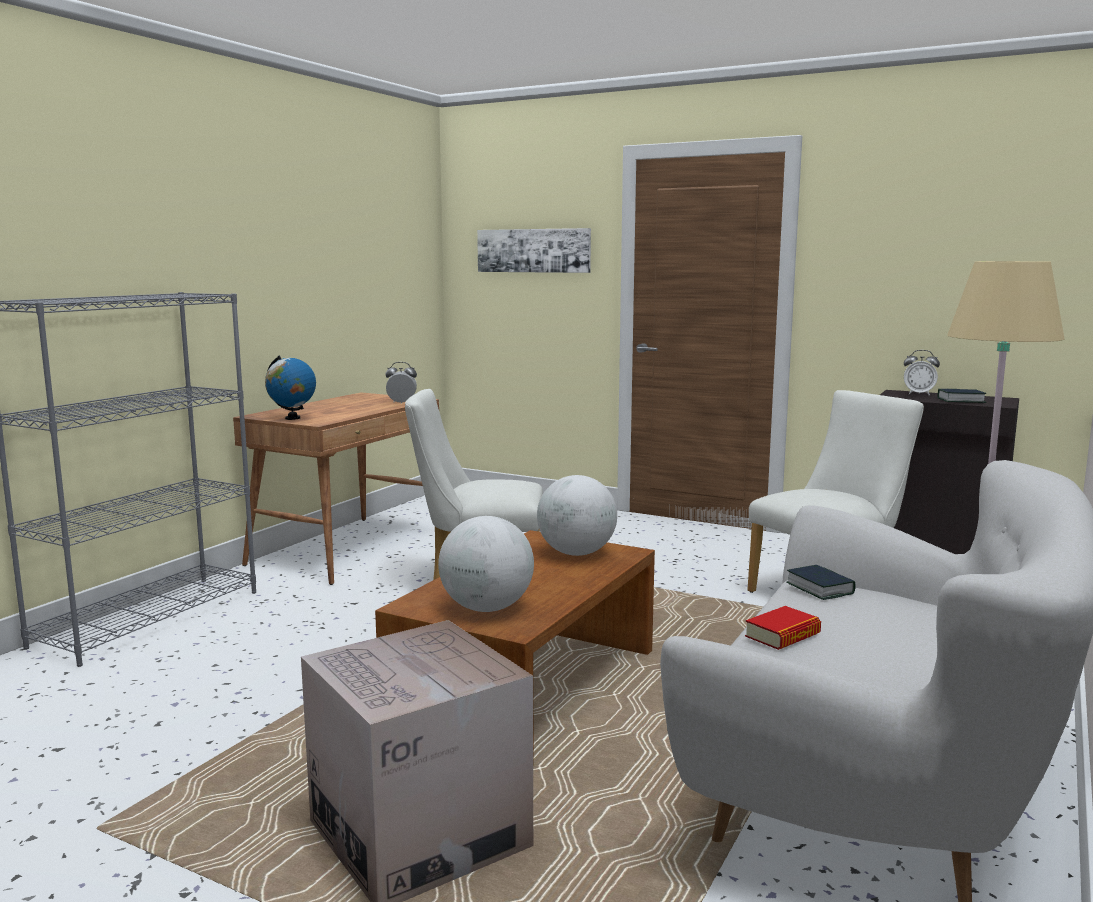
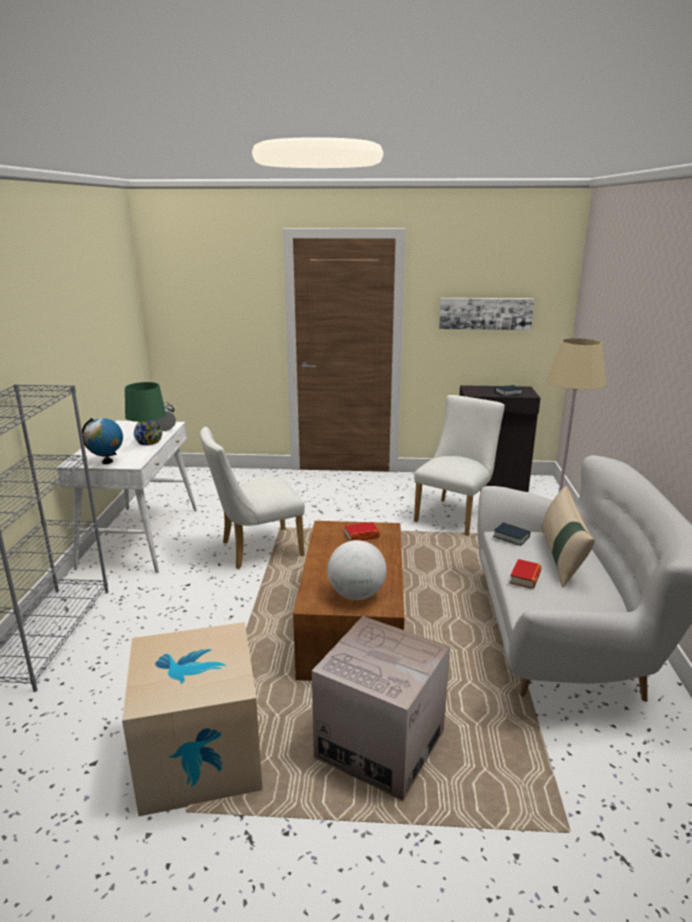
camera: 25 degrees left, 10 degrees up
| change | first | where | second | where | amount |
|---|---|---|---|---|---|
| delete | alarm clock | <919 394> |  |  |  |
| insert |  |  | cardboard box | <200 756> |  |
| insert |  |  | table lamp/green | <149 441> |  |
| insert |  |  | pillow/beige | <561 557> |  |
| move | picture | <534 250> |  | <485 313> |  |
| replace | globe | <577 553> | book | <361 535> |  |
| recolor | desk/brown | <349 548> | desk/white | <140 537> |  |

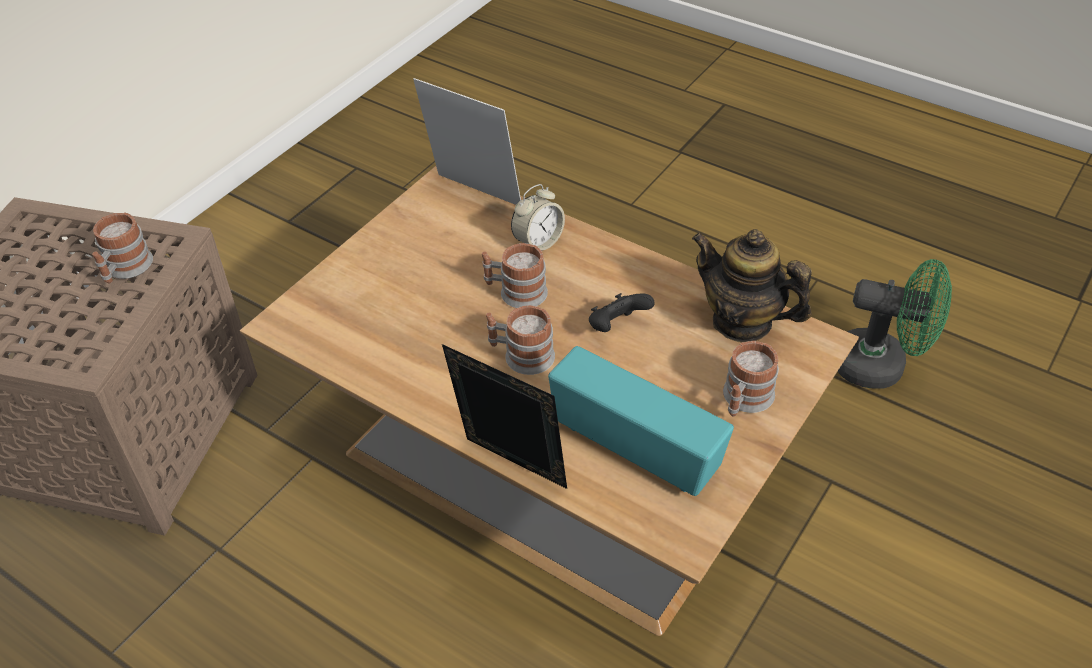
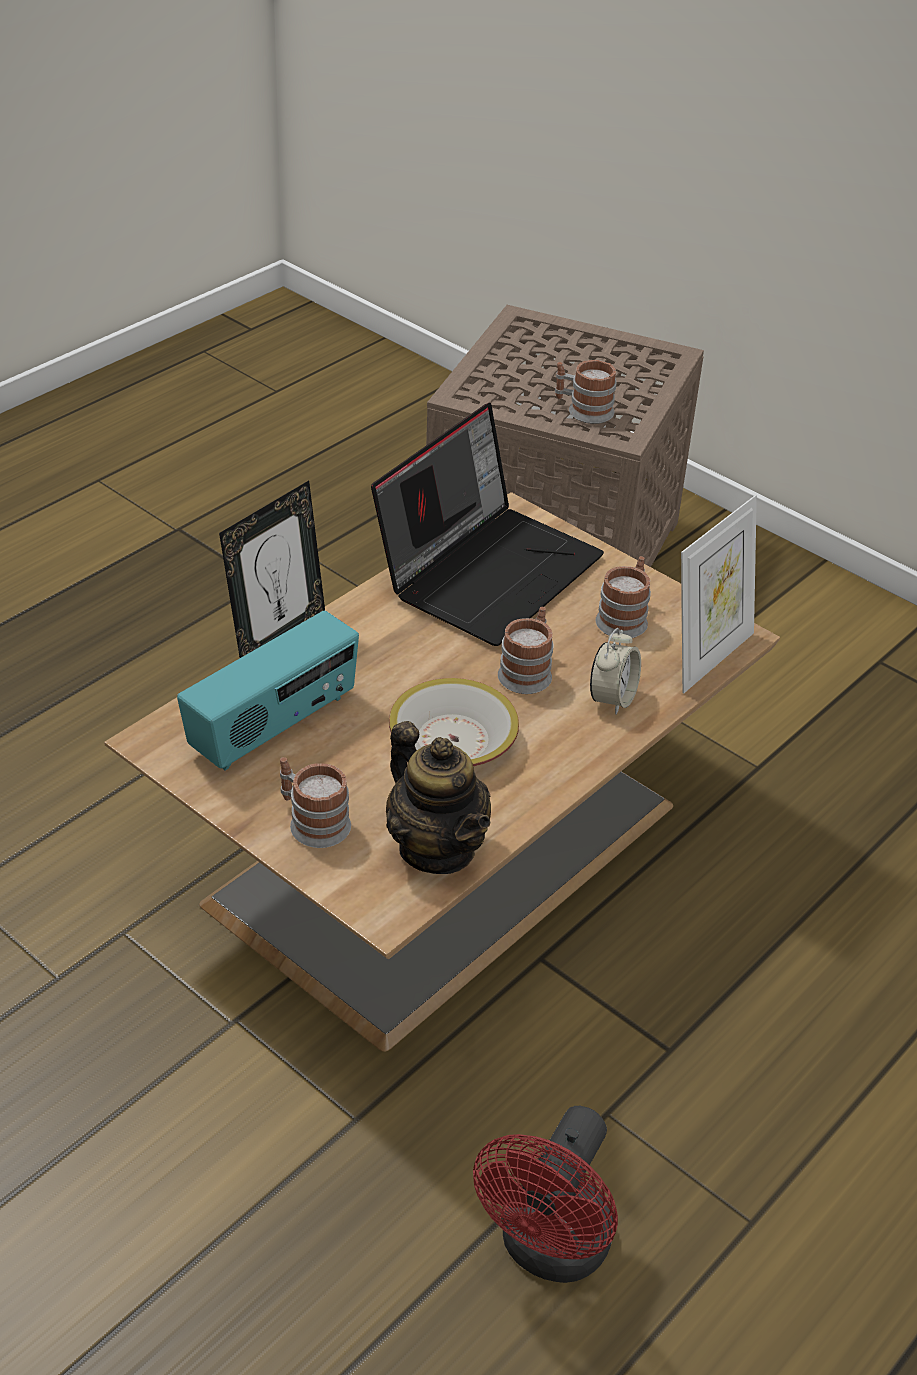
camera: 95 degrees right, 5 degrees down
| change | first | where | second | where | amount |
|---|---|---|---|---|---|
| insert |  |  | laptop | <488 570> |  |
| move | mug | <521 355> |  | <624 618> |  |
| replace | game controller/black | <617 327> | bowl | <454 741> |  |
| recolor | fan/green | <881 366> | fan/red | <549 1250> |  |
| rotate | alarm clock | <538 242> |  | <612 698> | 120 degrees counterclockwise |
| rotate | teapot | <742 322> |  | <437 848> | 105 degrees clockwise |

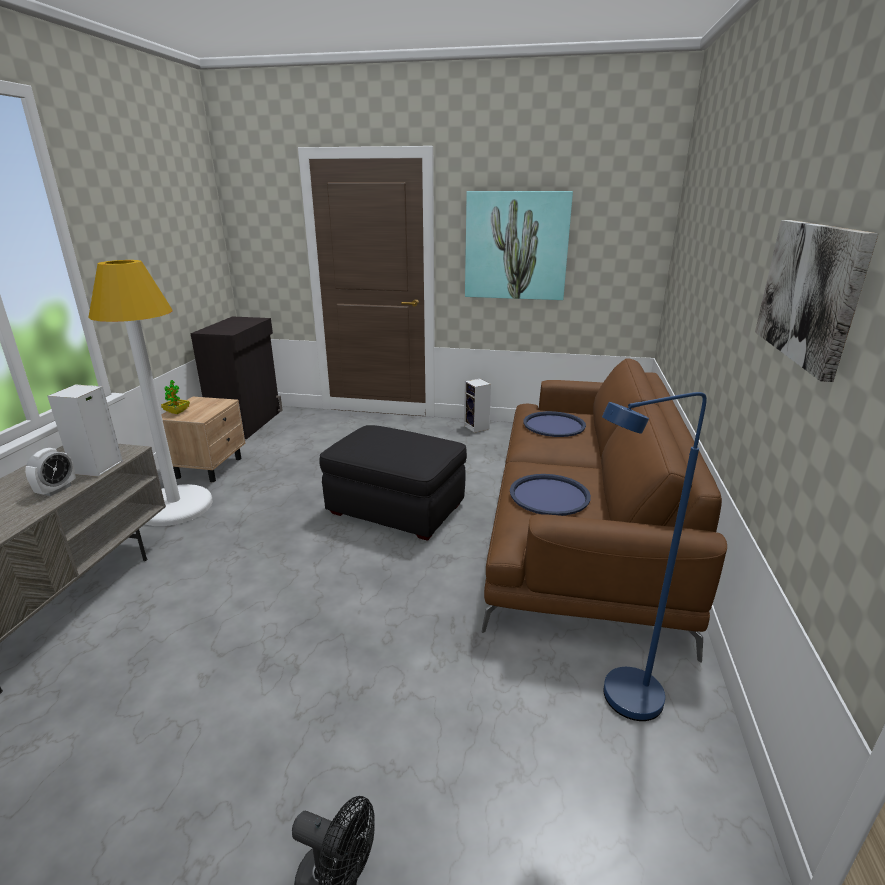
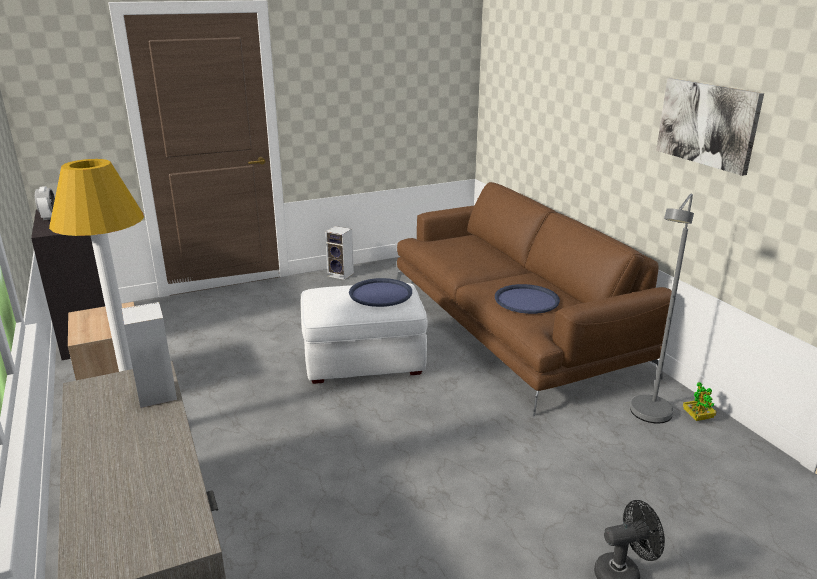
camera: 35 degrees left, 0 degrees up
| change | first | where | second | where | amount |
|---|---|---|---|---|---|
| delete | picture | <516 246> |  |  |  |
| move | alarm clock | <56 489> |  | <49 217> |  |
| move | potted plant | <177 412> |  | <697 417> |  |
| move | tray/blue | <554 425> |  | <380 293> |  |
| recolor | ottoman/black | <395 509> | ottoman/white | <362 361> |  |
| recolor | floor lamp/blue | <619 702> | floor lamp/grey | <648 417> |  |

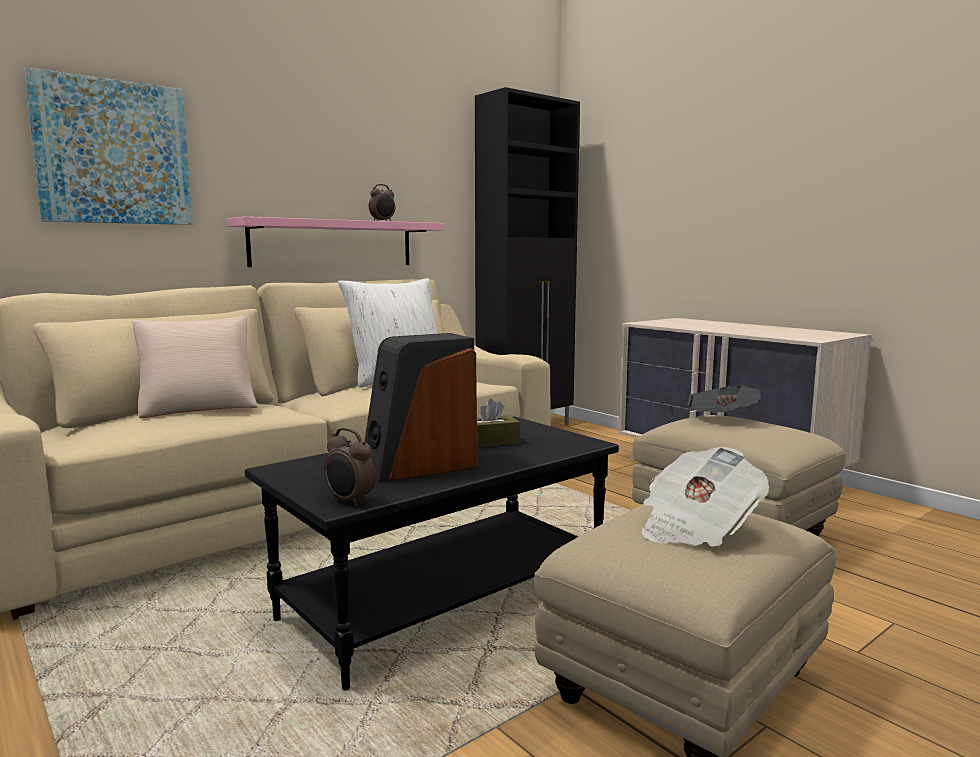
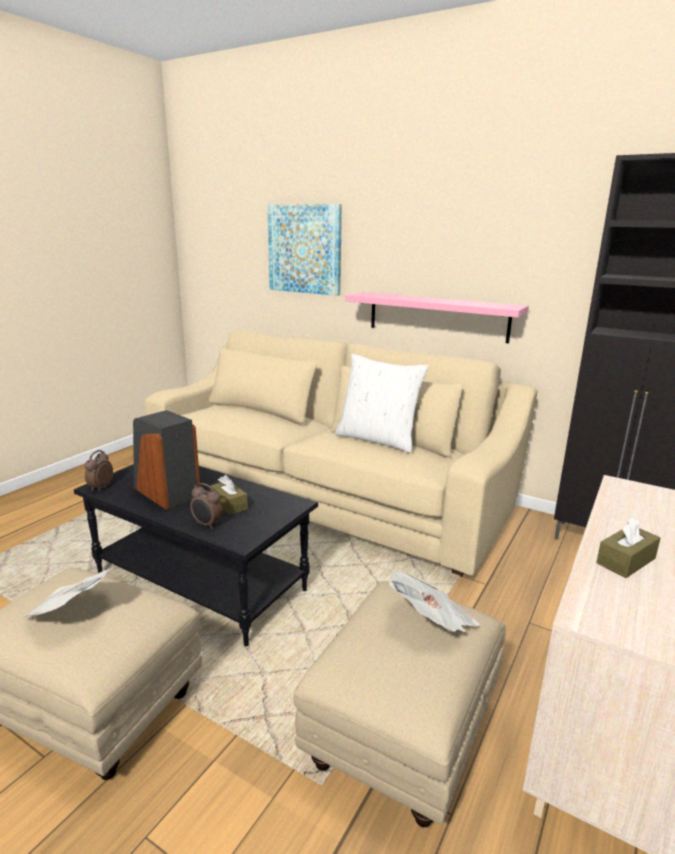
camera: 70 degrees right, 10 degrees up
| change | first | where | second | where | amount |
|---|---|---|---|---|---|
| delete | pillow/beige | <199 406> |  |  |  |
| insert |  |  | tissue box/brown | <625 561> |  |
| move | alarm clock | <383 221> |  | <207 524> |  |

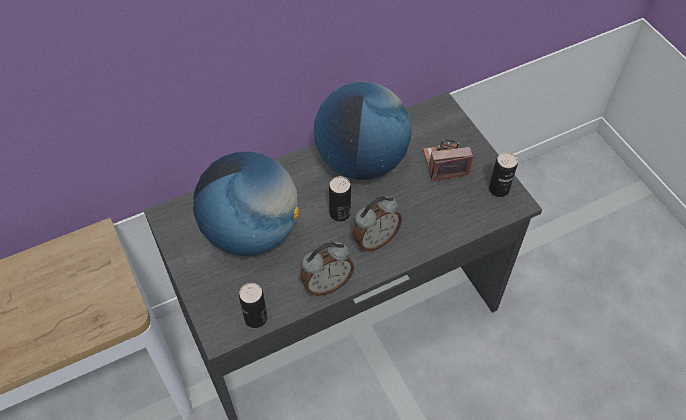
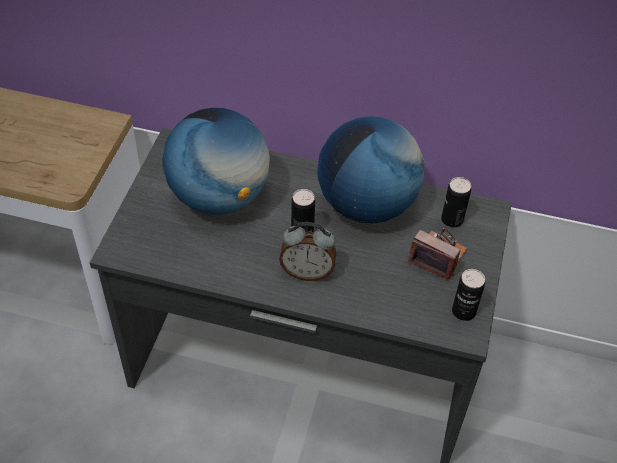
camera: 40 degrees right, 5 degrees down
| change | first | where | second | where | amount |
|---|---|---|---|---|---|
| delete | alarm clock | <326 284> |  |  |  |
| move | can | <256 318> |  | <452 219> |  |

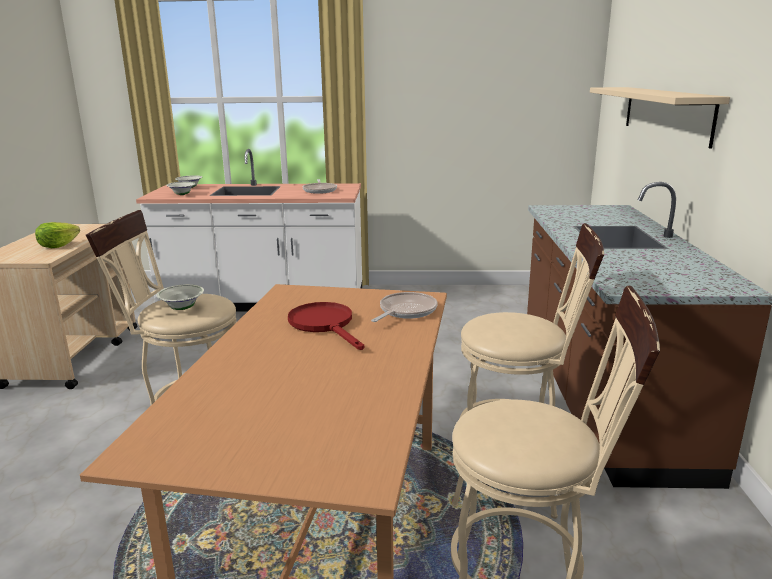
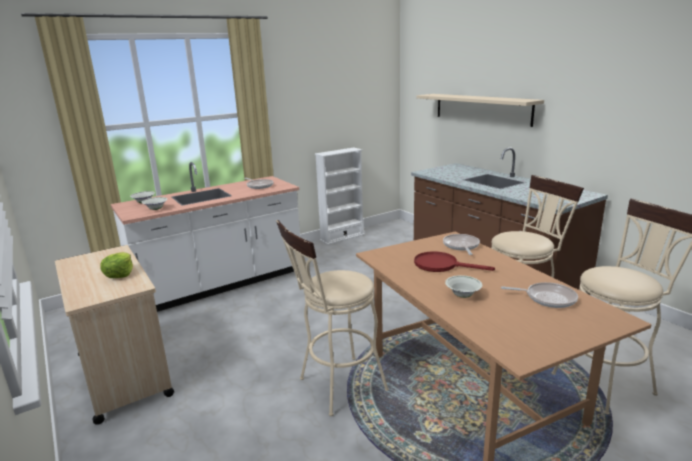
camera: 35 degrees left, 0 degrees up
| change | first | where | second | where | amount |
|---|---|---|---|---|---|
| insert |  |  | bookcase/white | <342 237> |  |
| insert |  |  | frying pan | <547 298> |  |
| move | bowl/white | <182 308> |  | <462 295> |  |

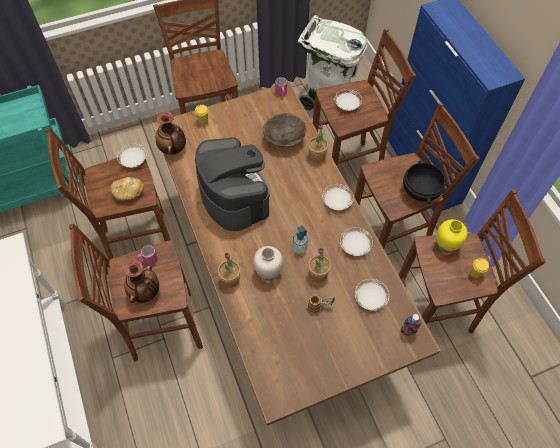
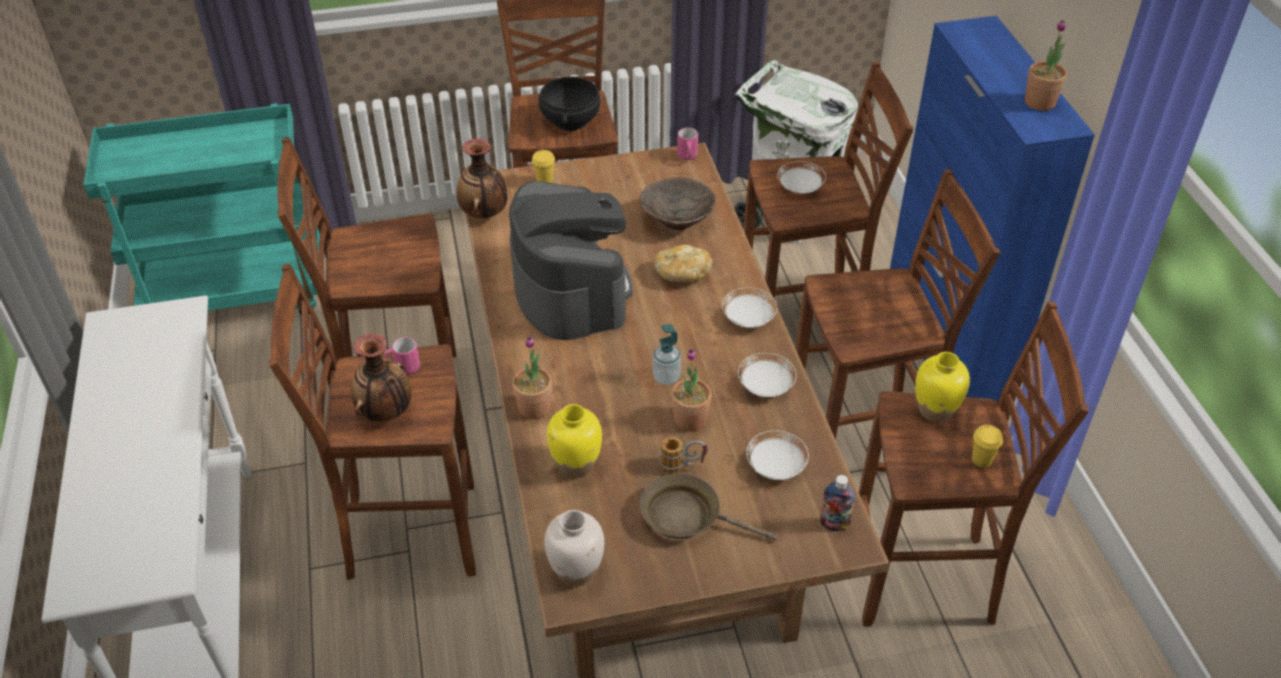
camera: 10 degrees right, 15 degrees down
| change | first | where | second | where | amount |
|---|---|---|---|---|---|
| delete | plate/white | <133 161> |  |  |  |
| insert |  |  | vase/yellow | <576 465> |  |
| insert |  |  | frying pan/brown | <687 516> |  |
| move | bread | <128 193> |  | <681 274> |  |
| move | vase/white | <268 272> |  | <576 571> |  |
| move | potted plant | <317 156> |  | <1039 102> |  |
| move | bowl/black | <419 191> |  | <569 121> |  |

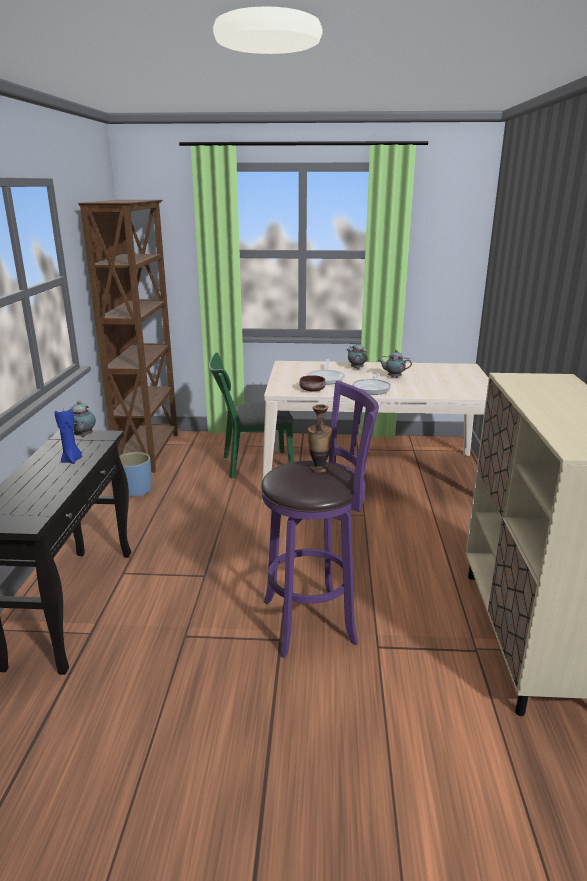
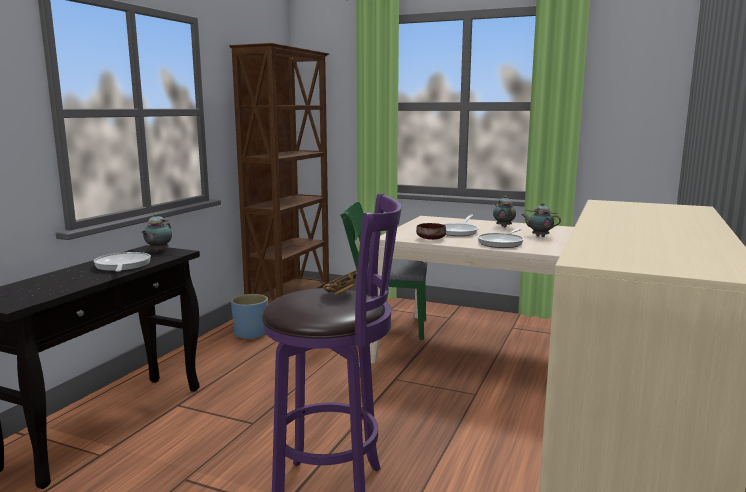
camera: 20 degrees right, 10 degrees down
| change | first | where | second | where | amount |
|---|---|---|---|---|---|
| replace | candle/blue | <72 460> | frying pan | <122 266> |  |
| replace | vase | <319 468> | bowl | <340 294> |  |

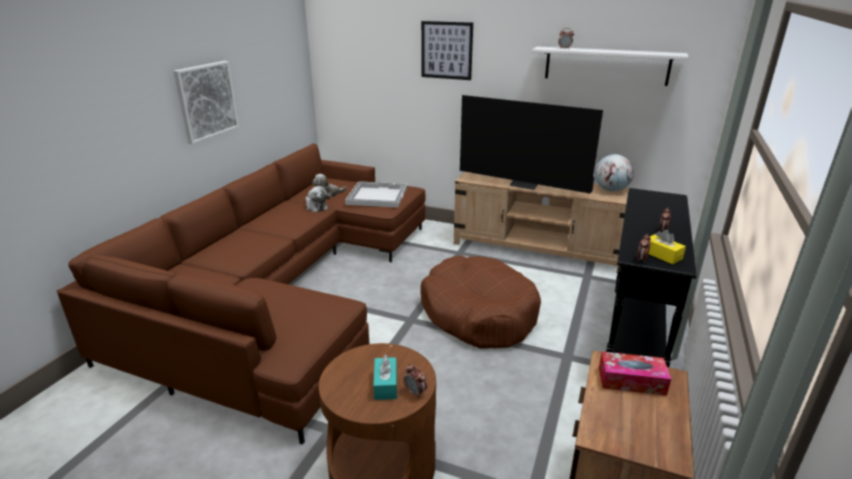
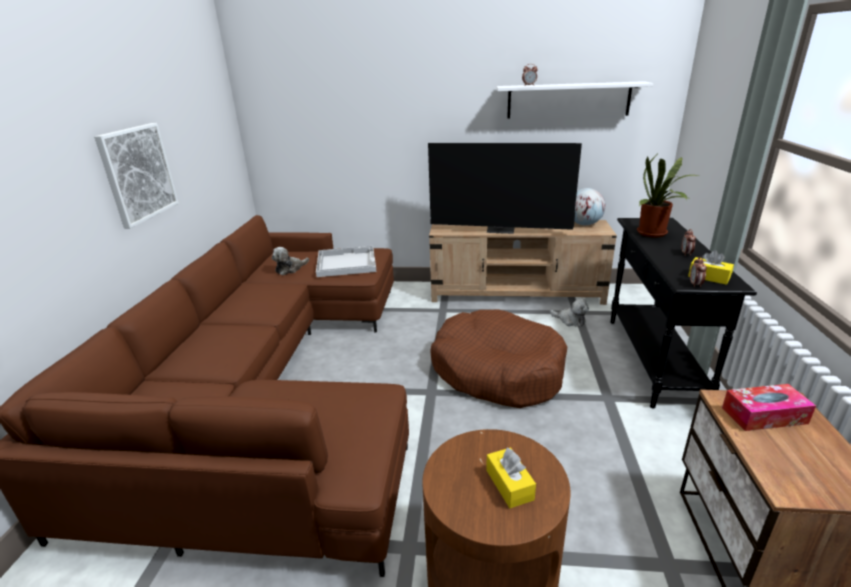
camera: 15 degrees left, 0 degrees up
| change | first | where | second | where | amount |
|---|---|---|---|---|---|
| delete | alarm clock | <415 392> |  |  |  |
| delete | picture | <446 50> |  |  |  |
| insert |  |  | potted plant | <655 234> |  |
| move | plush toy | <316 207> |  | <570 320> |  |
| recolor | tissue box/turquoise | <385 385> | tissue box/yellow | <509 484> |  |

